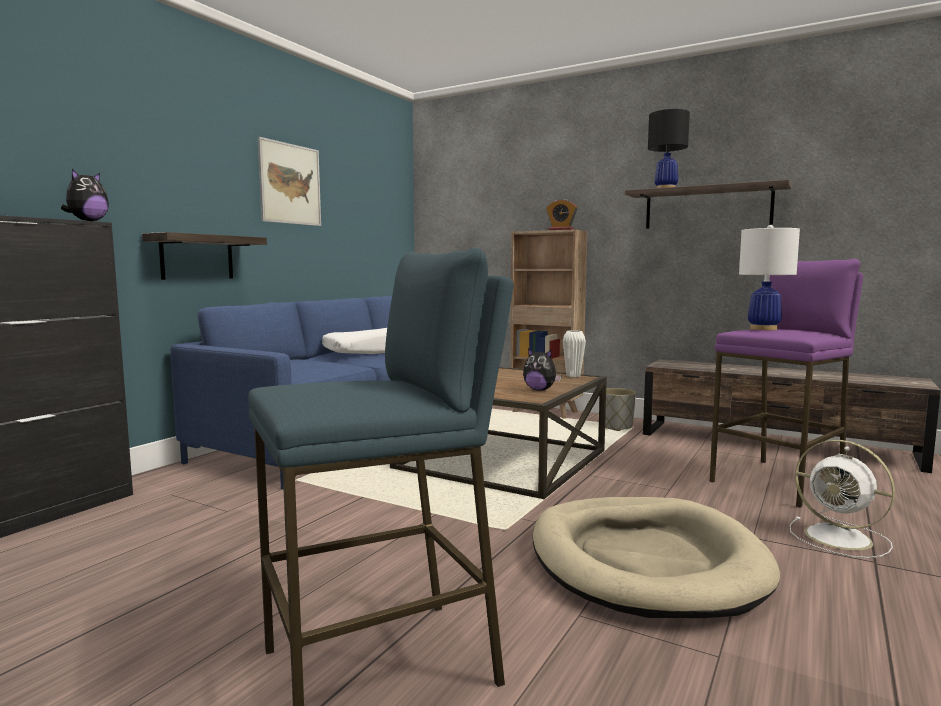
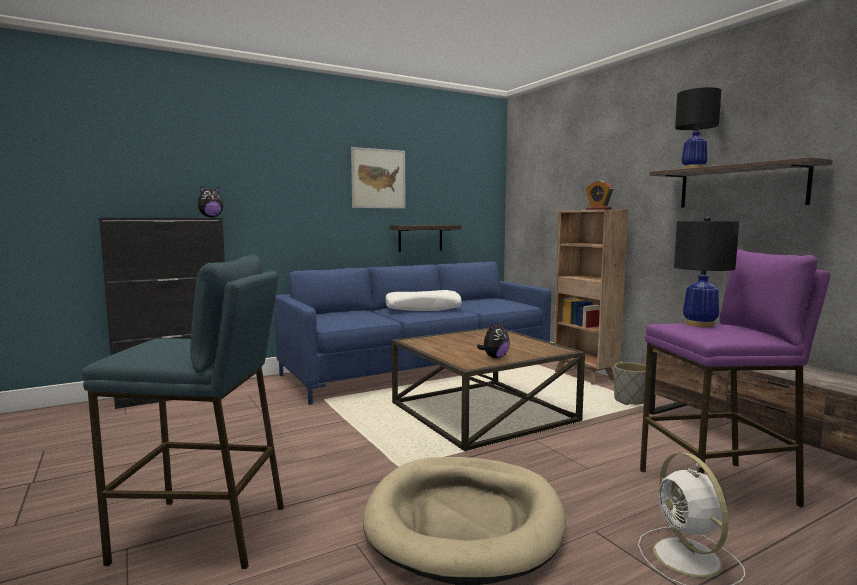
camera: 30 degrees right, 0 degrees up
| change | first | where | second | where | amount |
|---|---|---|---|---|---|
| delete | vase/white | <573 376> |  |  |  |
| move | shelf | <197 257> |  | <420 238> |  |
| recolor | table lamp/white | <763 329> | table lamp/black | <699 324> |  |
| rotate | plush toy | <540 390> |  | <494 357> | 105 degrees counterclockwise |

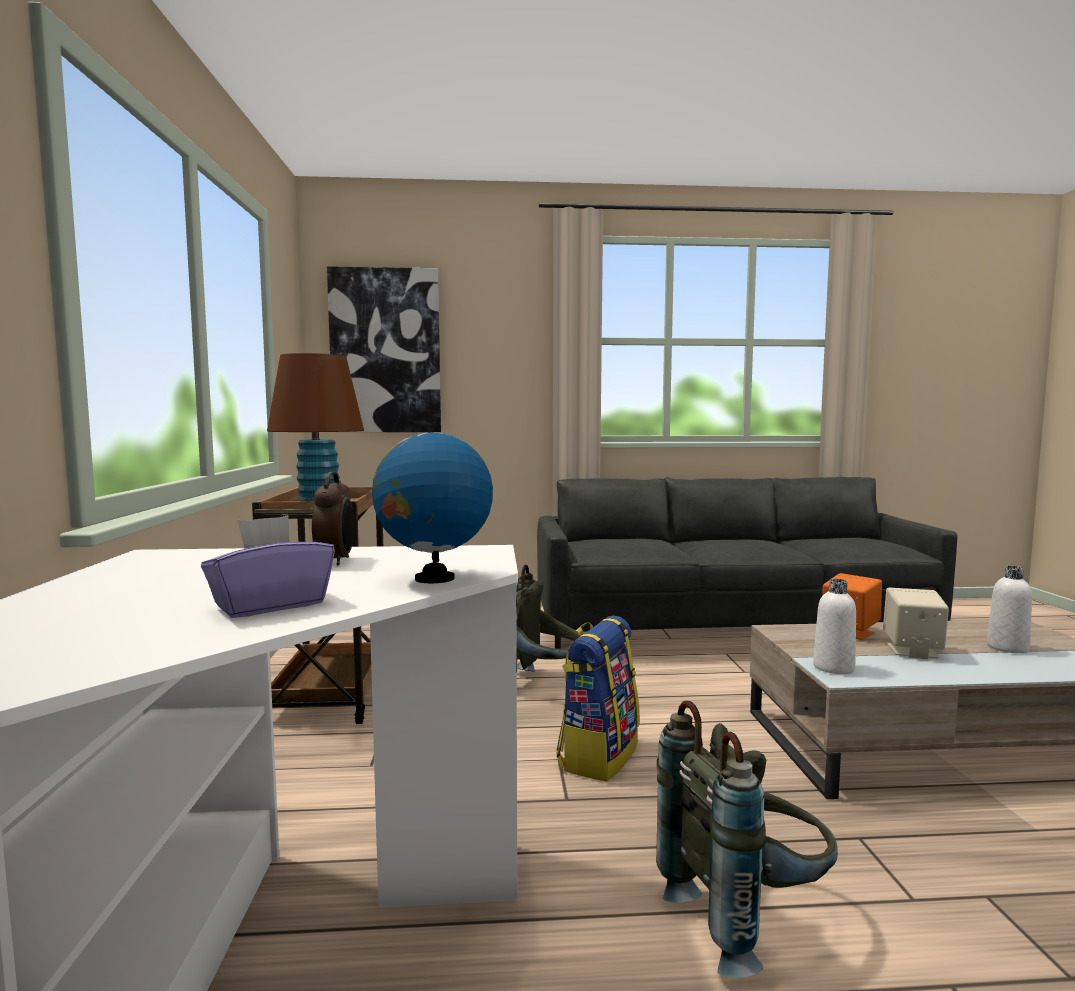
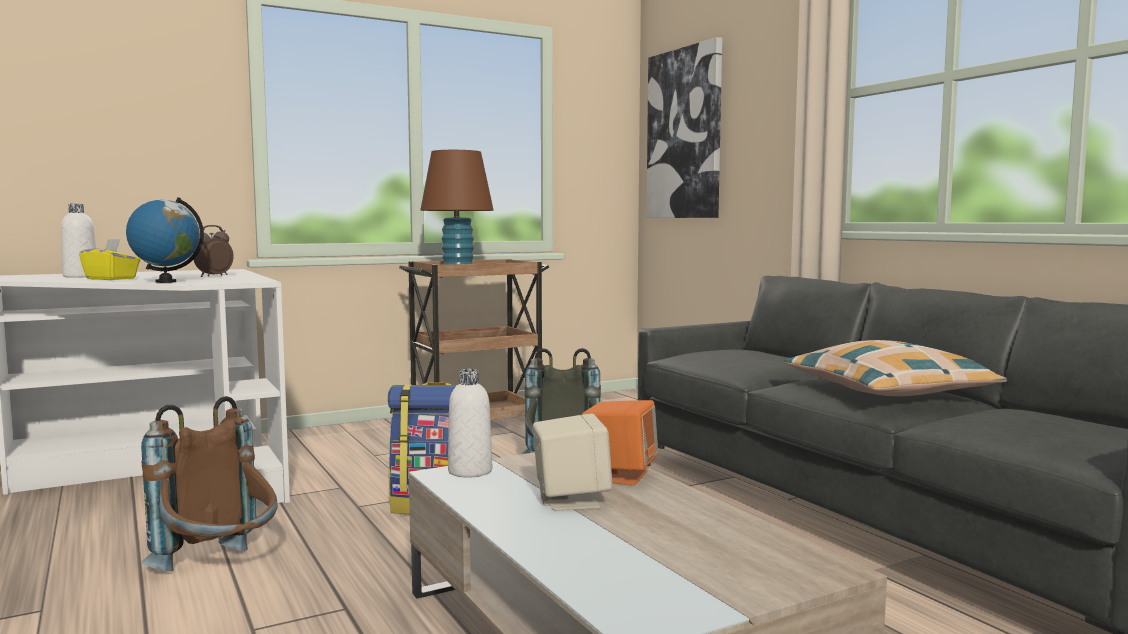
camera: 65 degrees right, 0 degrees up
| change | first | where | second | where | amount |
|---|---|---|---|---|---|
| insert |  |  | pillow | <888 391> |  |
| move | bottle/white | <1007 648> |  | <80 276> |  |
| recolor | tissue box/purple | <270 605> | tissue box/yellow | <111 279> |  |
| recolor | backpack/grey | <746 917> | backpack/brown | <220 571> |  |
| rotate | alarm clock | <336 561> |  | <213 276> | 150 degrees clockwise |

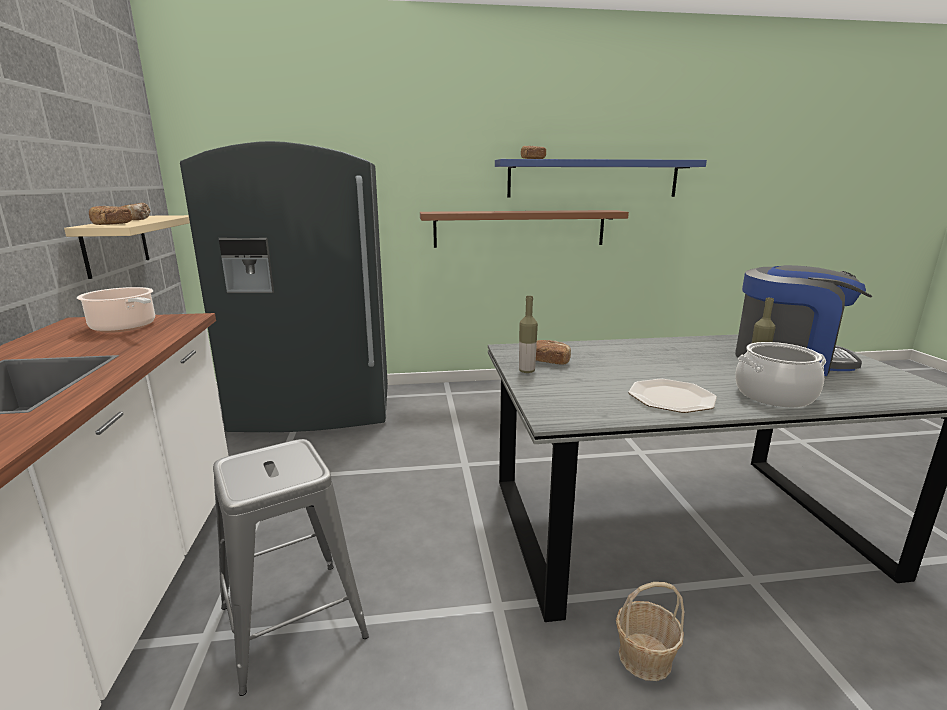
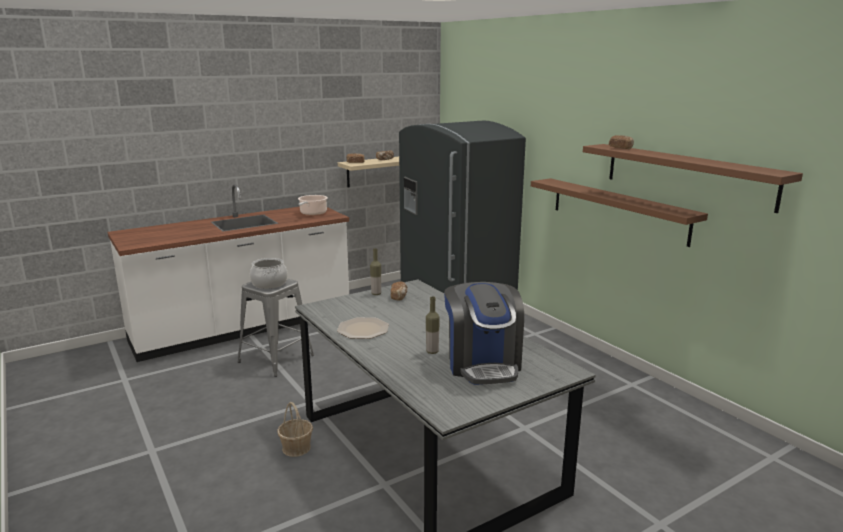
camera: 65 degrees right, 0 degrees up
| change | first | where | second | where | amount |
|---|---|---|---|---|---|
| move | cooking pot | <774 395> |  | <269 283> |  |
| recolor | shelf/blue | <593 178> | shelf/brown | <686 175> |  |

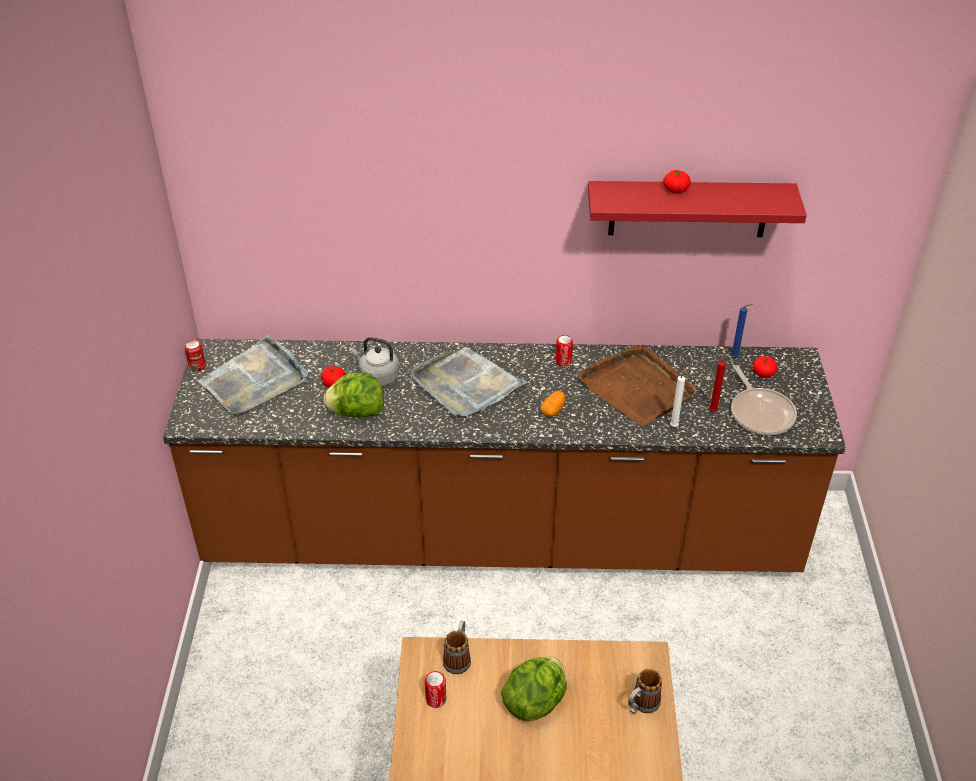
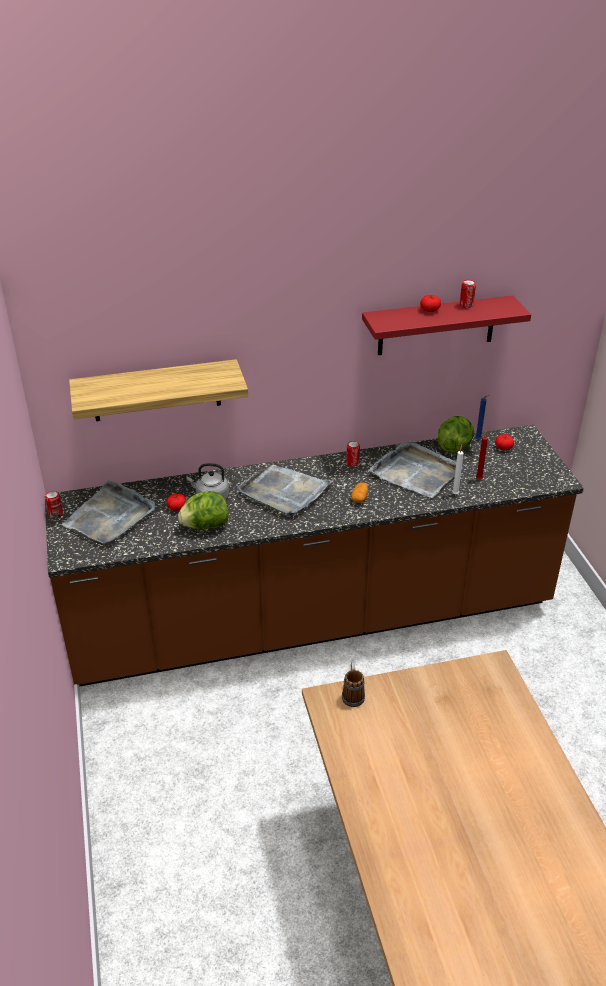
camera: 15 degrees left, 5 degrees down
| change | first | where | second | where | amount |
|---|---|---|---|---|---|
| delete | mug | <641 705> |  |  |  |
| delete | frying pan | <760 413> |  |  |  |
| insert |  |  | shelf | <156 391> |  |
| move | can | <436 699> |  | <466 305> |  |
| move | lettuce | <535 701> |  | <454 446> |  |
| recolor | tray/brown | <637 388> | tray/grey | <416 472> |  |

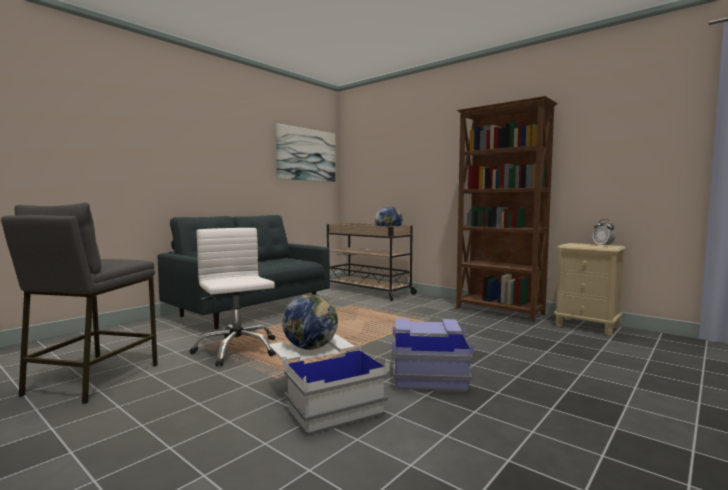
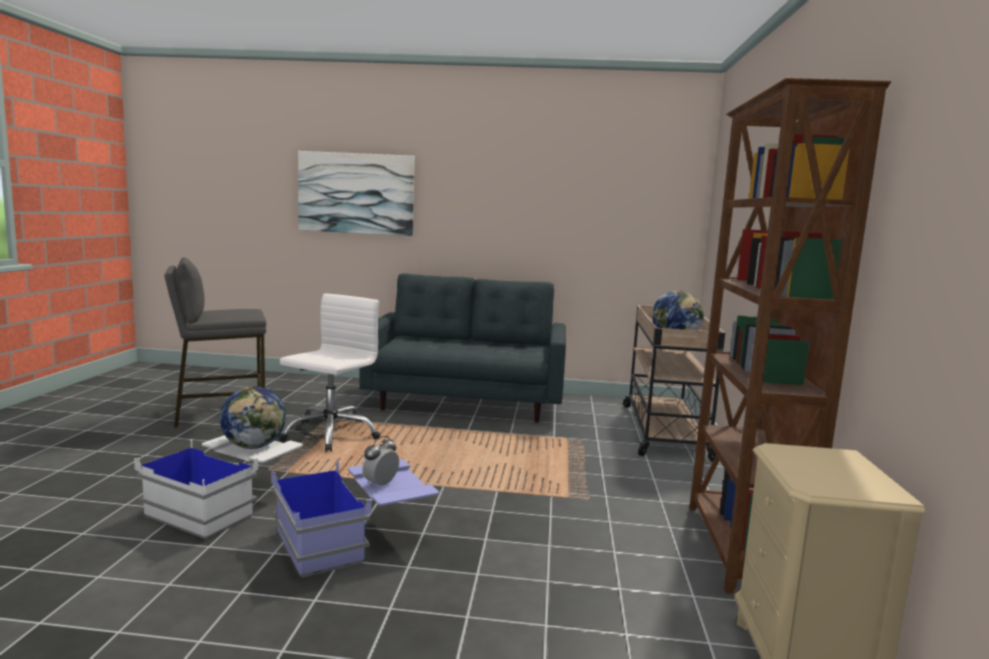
camera: 55 degrees right, 5 degrees up
| change | first | where | second | where | amount |
|---|---|---|---|---|---|
| move | picture | <306 155> |  | <356 193> |  |
| move | alarm clock | <603 246> |  | <380 484> |  |

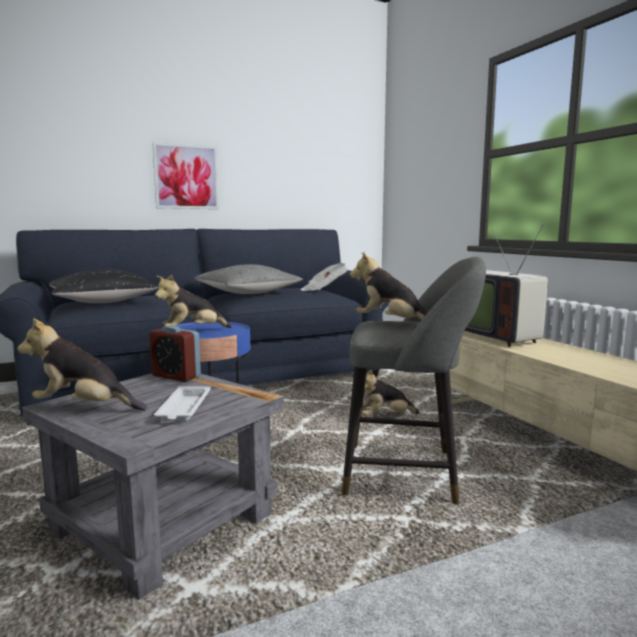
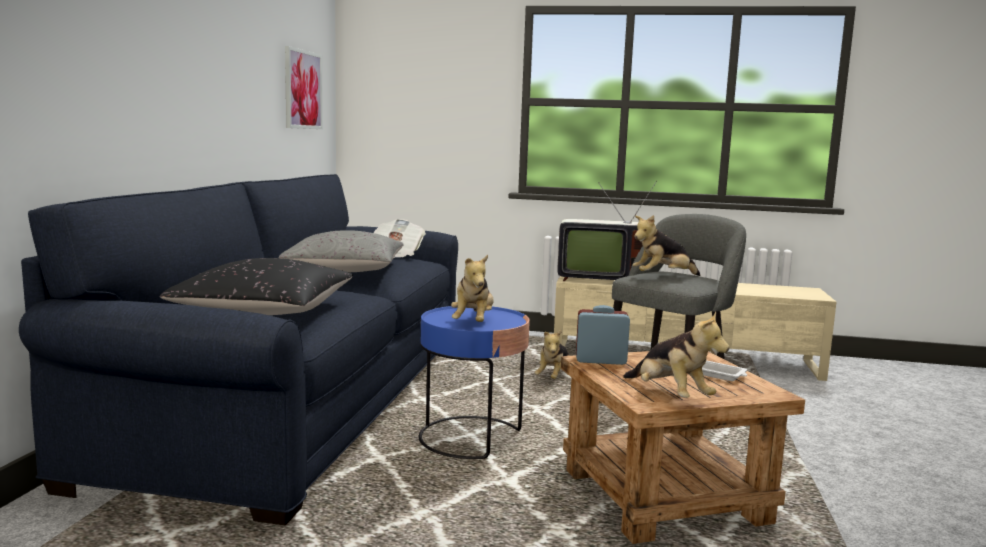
camera: 55 degrees left, 0 degrees up
| change | first | where | second | where | amount |
|---|---|---|---|---|---|
| move | picture | <186 177> |  | <303 90> |  |
| recolor | side table/grey | <166 523> | side table/brown | <665 495> |  |
| rotate | plush toy | <84 408> |  | <670 395> | 75 degrees counterclockwise |
| rotate | alarm clock | <176 376> |  | <600 360> | 150 degrees counterclockwise |

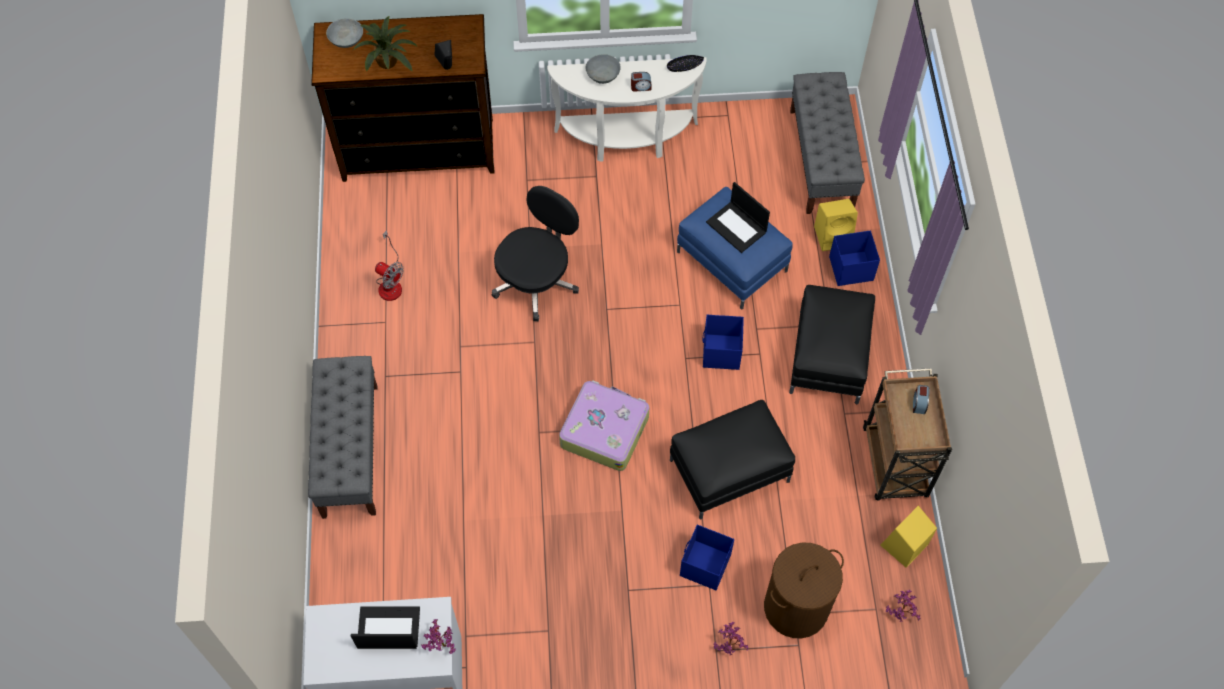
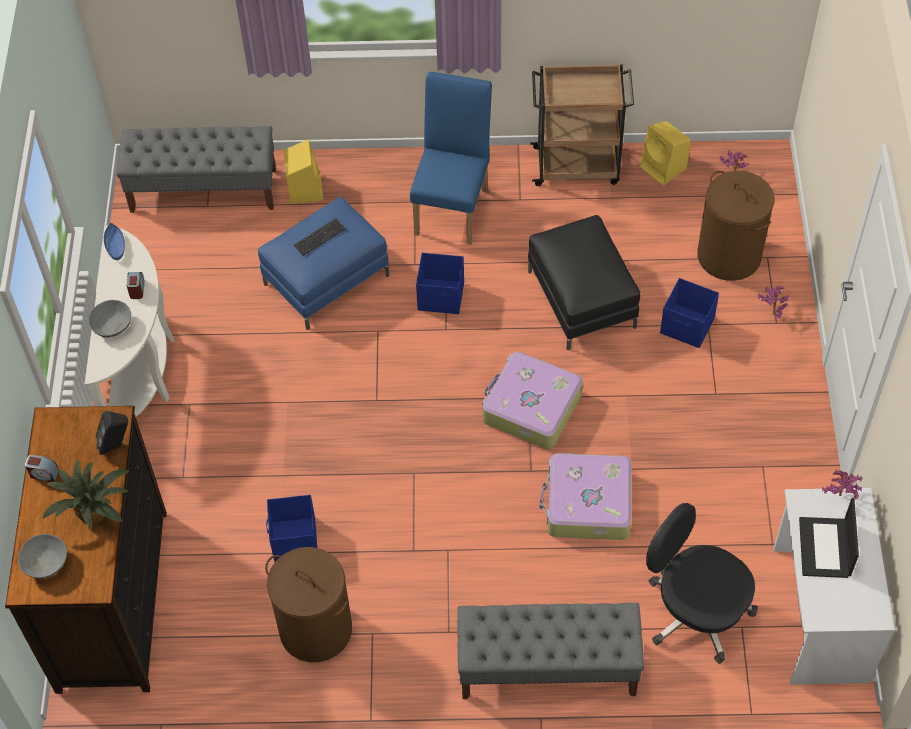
camera: 85 degrees left, 5 degrees down
| change | first | where | second | where | amount |
|---|---|---|---|---|---|
| insert |  |  | suitcase | <587 504> |  |
| move | office chair/black | <537 281> |  | <695 611> |  |
| move | storage box/blue | <850 268> |  | <294 541> |  |
| move | alarm clock | <919 403> |  | <44 474> |  |
| replace | fan | <390 282> | laundry basket/brown | <315 629> |  |
| replace | laptop | <737 227> | keyboard | <319 238> |  |
| replace | ottoman/black | <828 357> | chair/blue | <453 206> |  |
| recolor | bowl/black | <685 66> | bowl/blue | <115 246> |  |

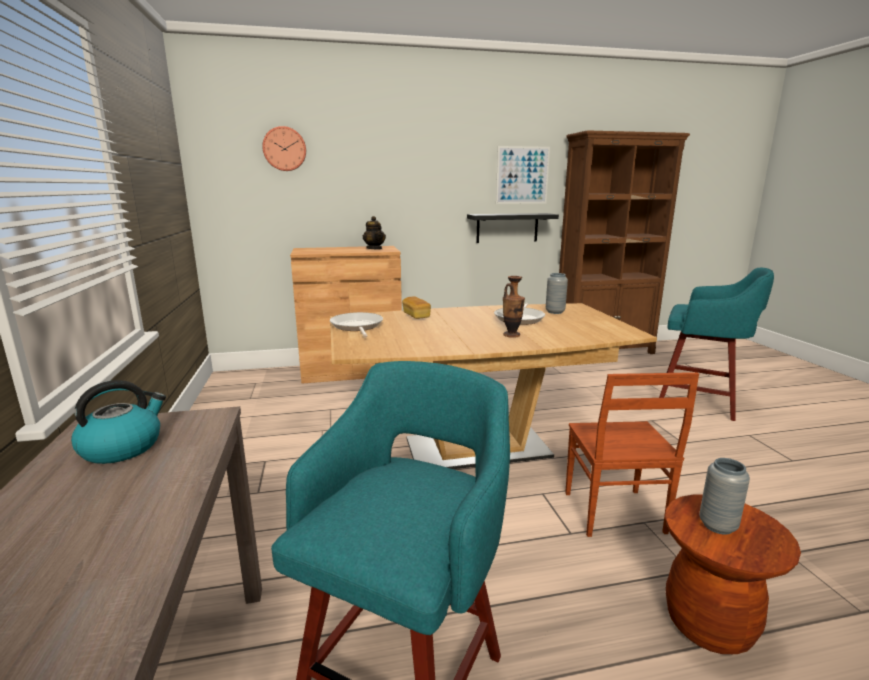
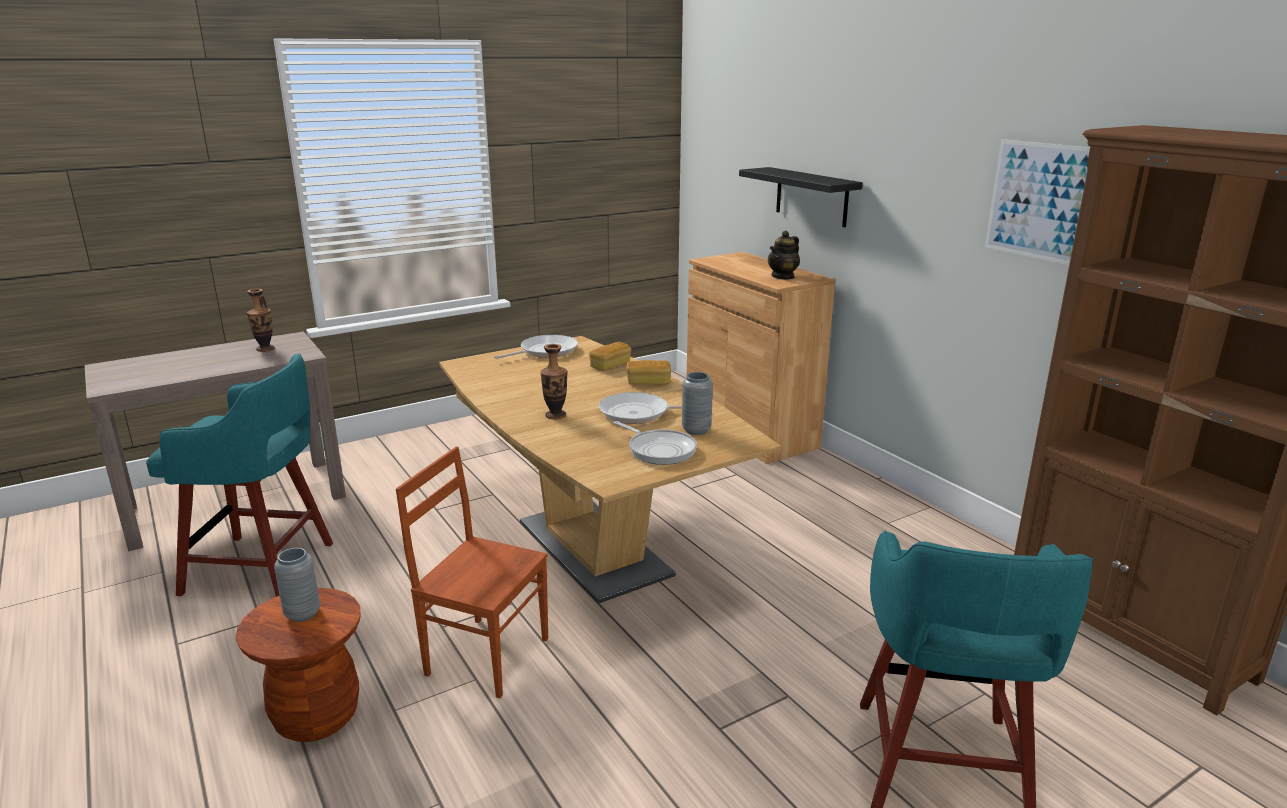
camera: 70 degrees right, 5 degrees up
| change | first | where | second | where | amount |
|---|---|---|---|---|---|
| delete | wall clock | <284 149> |  |  |  |
| insert |  |  | frying pan | <659 450> |  |
| insert |  |  | bread | <648 382> |  |
| move | shelf/black | <507 228> |  | <811 196> |  |
| replace | kettle | <123 447> | vase | <265 349> |  |
| rotate | chair/brown | <612 513> |  | <487 655> | 45 degrees clockwise |

